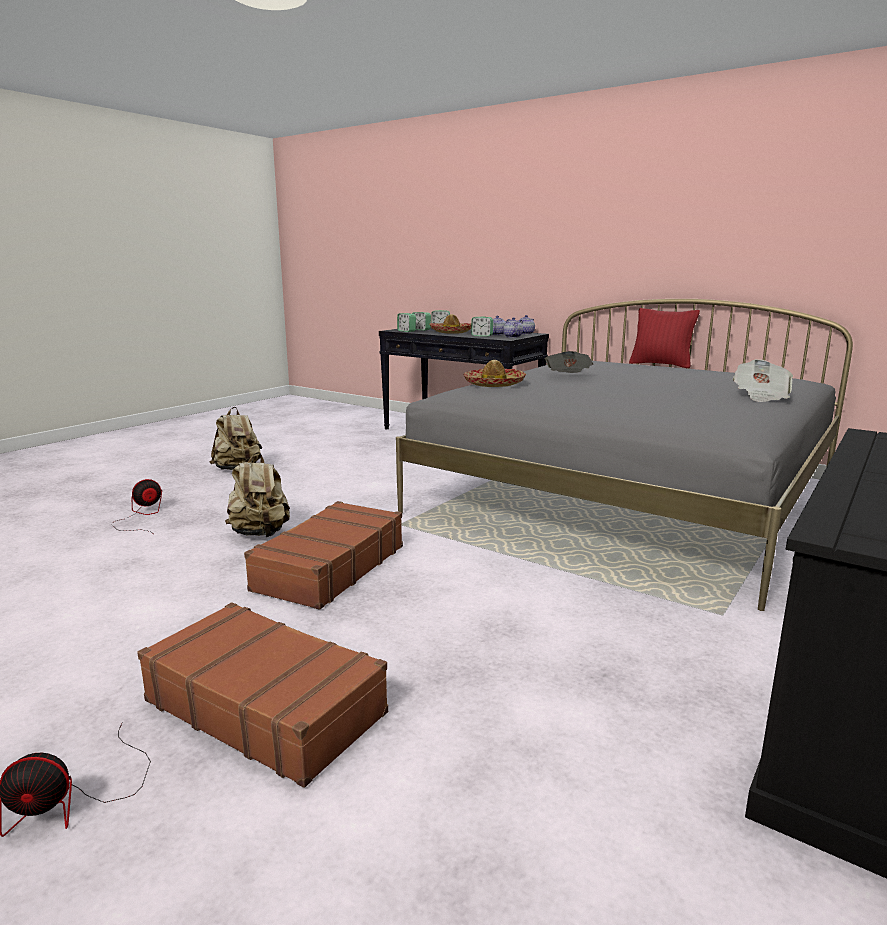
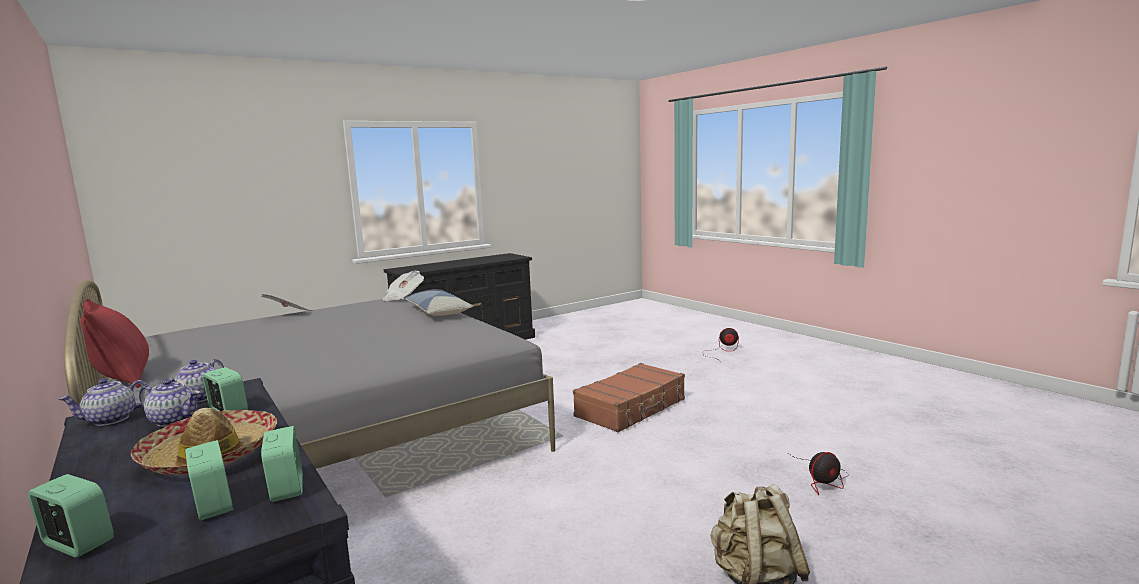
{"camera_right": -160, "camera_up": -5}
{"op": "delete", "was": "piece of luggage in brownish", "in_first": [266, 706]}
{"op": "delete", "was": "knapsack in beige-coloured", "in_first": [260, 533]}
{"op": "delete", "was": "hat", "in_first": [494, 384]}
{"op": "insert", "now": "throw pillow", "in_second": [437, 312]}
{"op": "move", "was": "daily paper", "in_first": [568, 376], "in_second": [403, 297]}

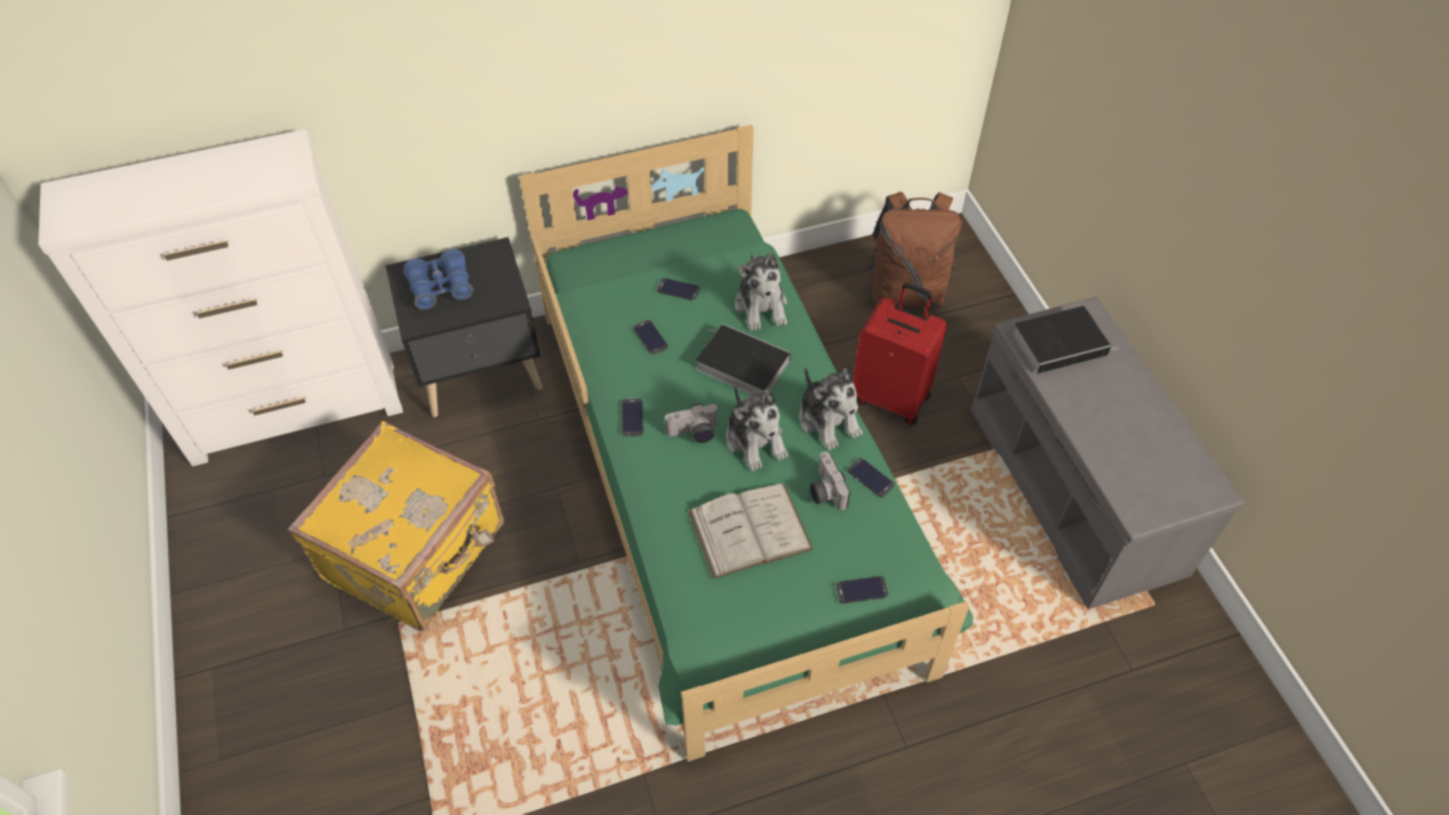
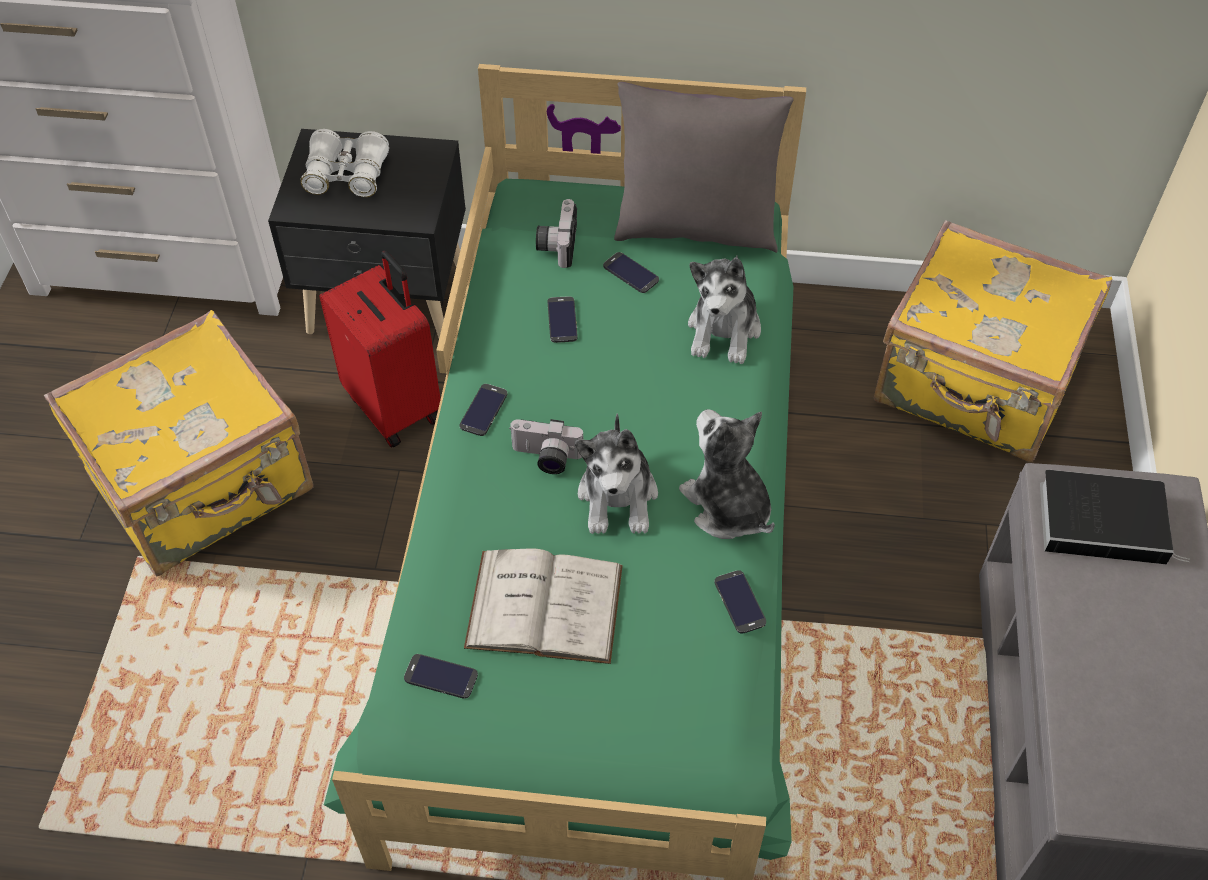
{"camera_right": 25, "camera_up": 0}
{"op": "delete", "was": "book", "in_first": [740, 364]}
{"op": "insert", "now": "throw pillow in gray", "in_second": [695, 228]}
{"op": "move", "was": "photo camera", "in_first": [824, 490], "in_second": [556, 244]}
{"op": "move", "was": "telephone", "in_first": [861, 590], "in_second": [441, 676]}
{"op": "move", "was": "piece of luggage in red-coloured", "in_first": [892, 397], "in_second": [396, 406]}
{"op": "replace", "was": "knapsack in brownish", "now": "piece of luggage in yellowish", "in_first": [906, 290], "in_second": [975, 385]}
{"op": "recolor", "was": "field glasses in blue-coloured", "now": "field glasses in whitish", "in_first": [441, 288], "in_second": [346, 175]}
{"op": "rotate", "was": "soft toy", "in_first": [828, 420], "in_second": [727, 506], "clockwise": 150}

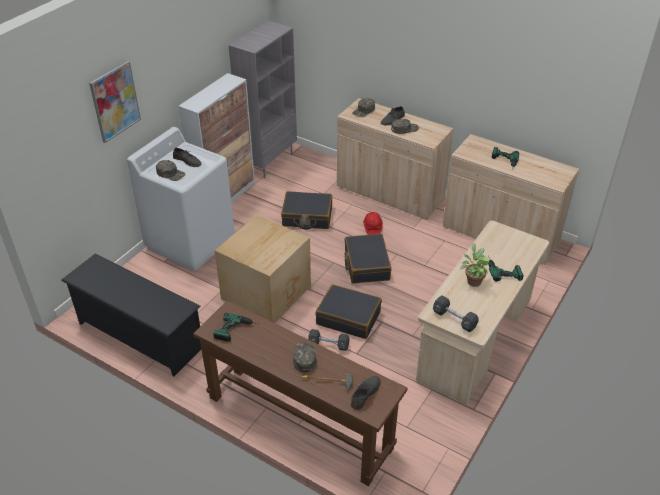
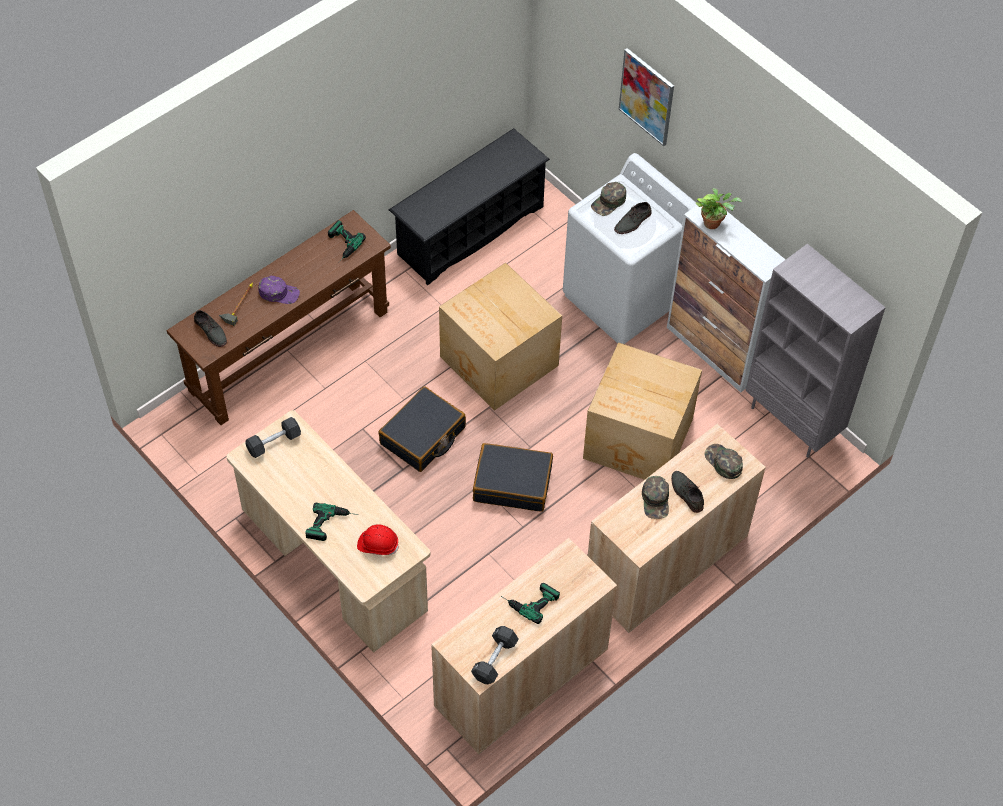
{"camera_right": 105, "camera_up": 15}
{"op": "move", "was": "dumbbell in black", "in_first": [328, 344], "in_second": [494, 659]}
{"op": "move", "was": "work helmet in red-coloured", "in_first": [372, 228], "in_second": [378, 545]}
{"op": "move", "was": "houseplant", "in_first": [472, 281], "in_second": [714, 222]}
{"op": "replace", "was": "piece of luggage in black", "now": "carton", "in_first": [307, 217], "in_second": [639, 440]}
{"op": "recolor", "was": "peaked cap in green-coloured", "now": "peaked cap in purplish", "in_first": [304, 357], "in_second": [279, 293]}

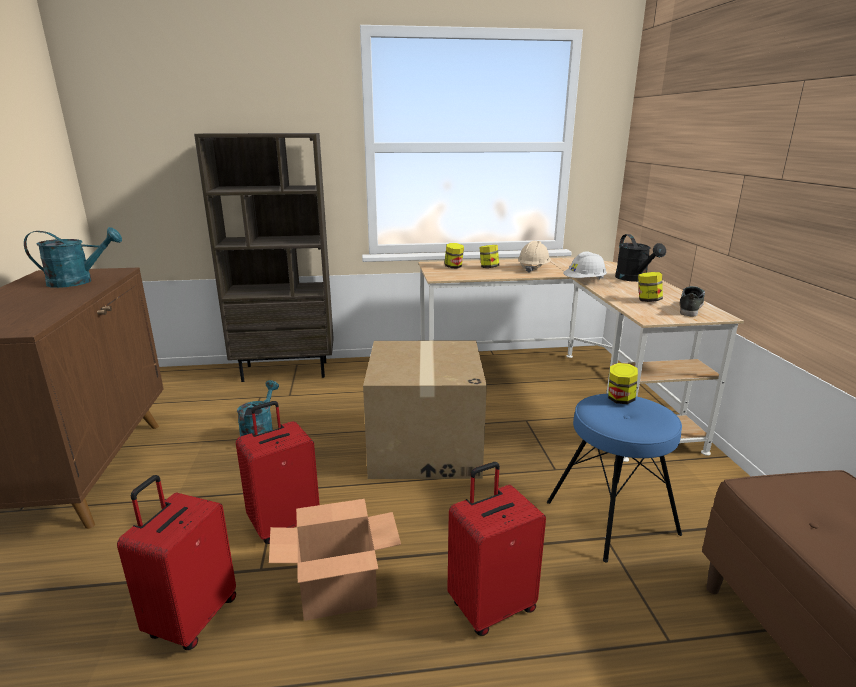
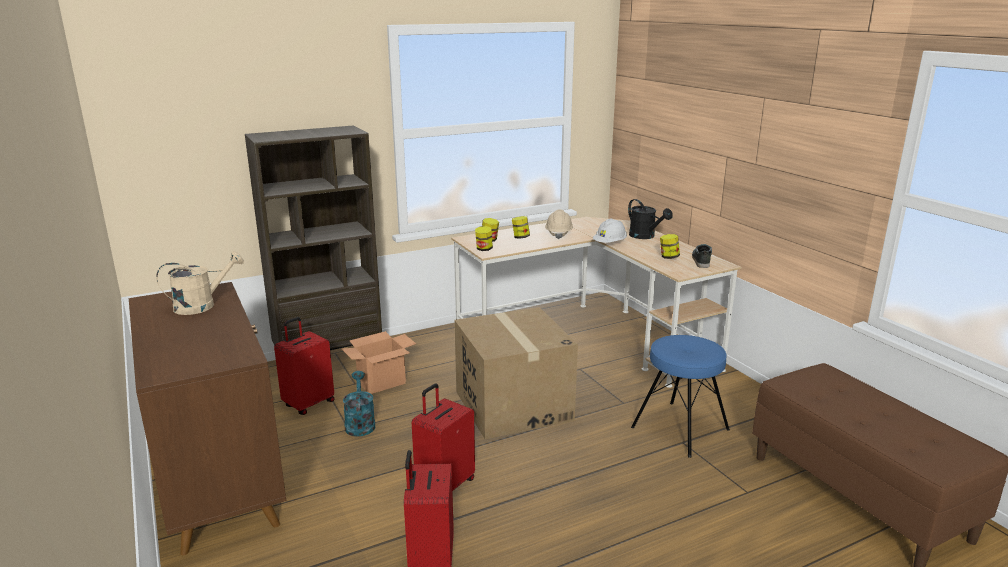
{"camera_right": -20, "camera_up": 0}
{"op": "move", "was": "carton", "in_first": [340, 593], "in_second": [382, 382]}
{"op": "move", "was": "piece of luggage in red-coloured", "in_first": [491, 606], "in_second": [308, 404]}
{"op": "move", "was": "preserve jar", "in_first": [620, 399], "in_second": [484, 249]}
{"op": "recolor", "was": "sprinkling can in turquoise-coloured", "now": "sprinkling can in beige-coloured", "in_first": [78, 282], "in_second": [202, 305]}

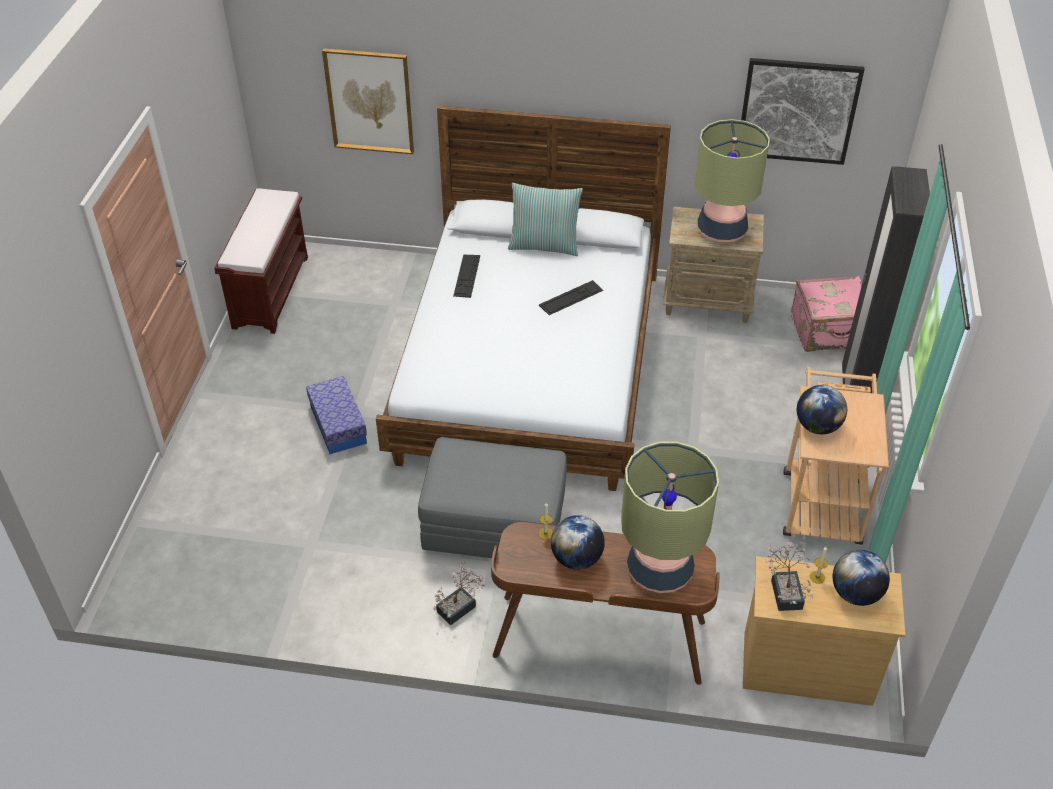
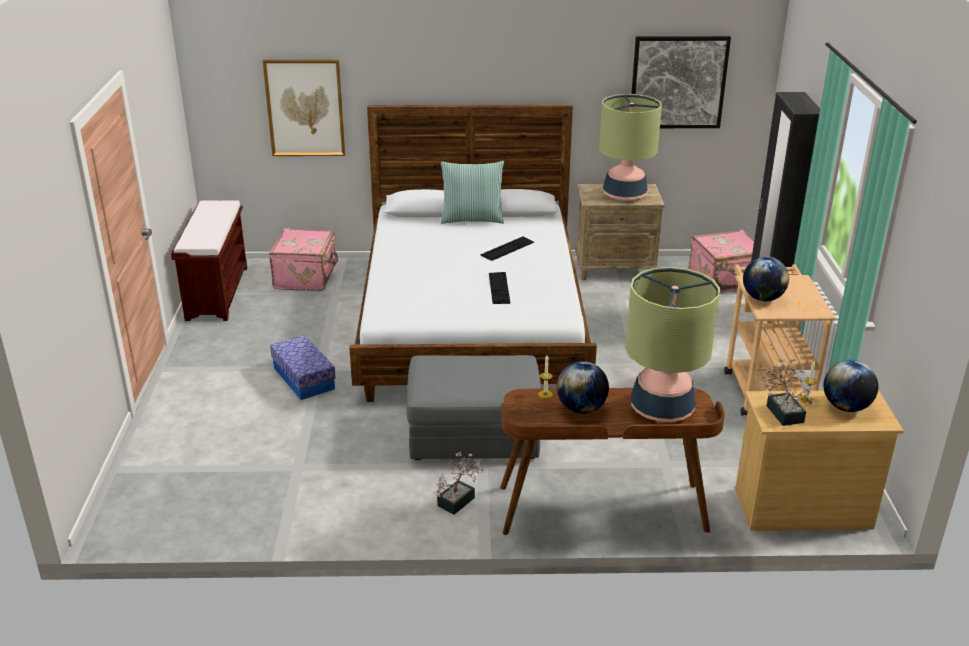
{"camera_right": -10, "camera_up": -15}
{"op": "insert", "now": "piece of luggage in pink", "in_second": [306, 277]}
{"op": "move", "was": "PC keyboard", "in_first": [467, 275], "in_second": [499, 288]}

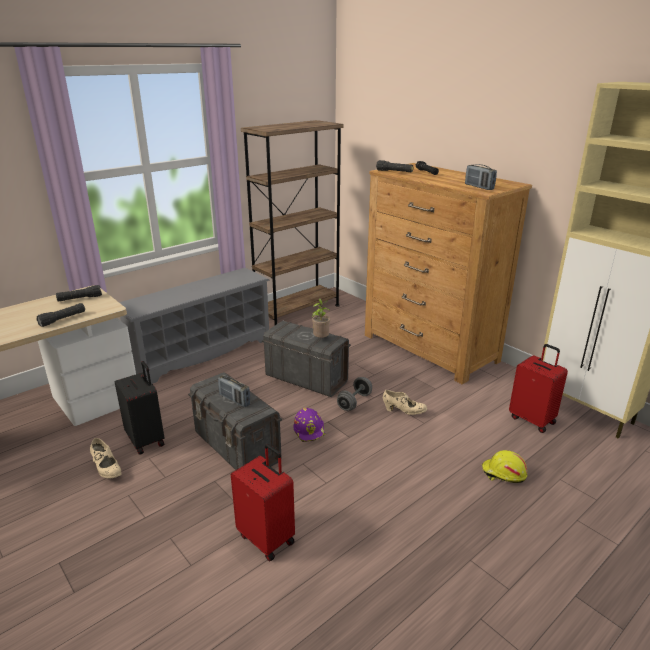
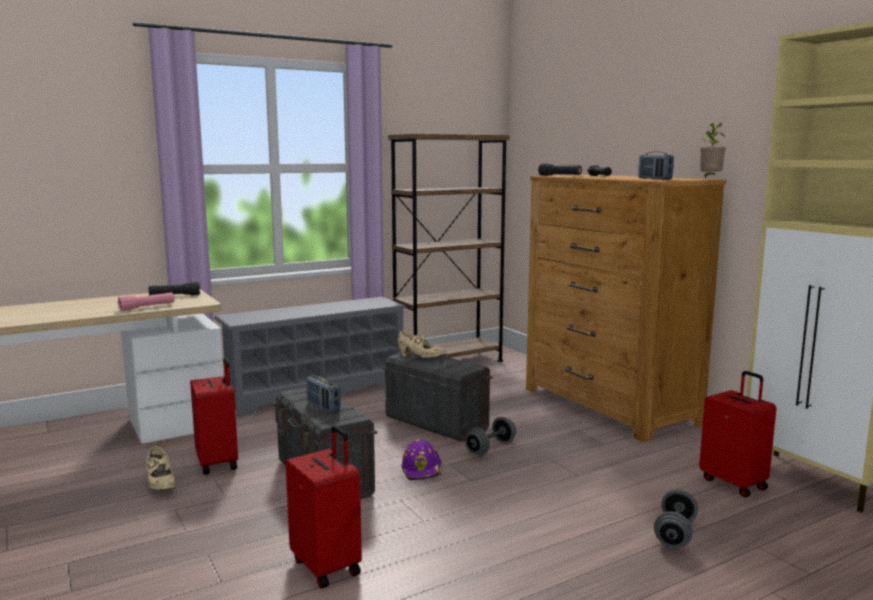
{"camera_right": 10, "camera_up": -15}
{"op": "move", "was": "houseplant", "in_first": [321, 339], "in_second": [710, 179]}
{"op": "move", "was": "low shoe in beige-coloured", "in_first": [404, 411], "in_second": [421, 358]}
{"op": "replace", "was": "work helmet in yellowish", "now": "dumbbell in gray", "in_first": [503, 473], "in_second": [675, 533]}
{"op": "recolor", "was": "torch in black", "now": "torch in pink", "in_first": [63, 319], "in_second": [147, 307]}
{"op": "recolor", "was": "piece of luggage in black", "now": "piece of luggage in red-coloured", "in_first": [146, 440], "in_second": [218, 462]}

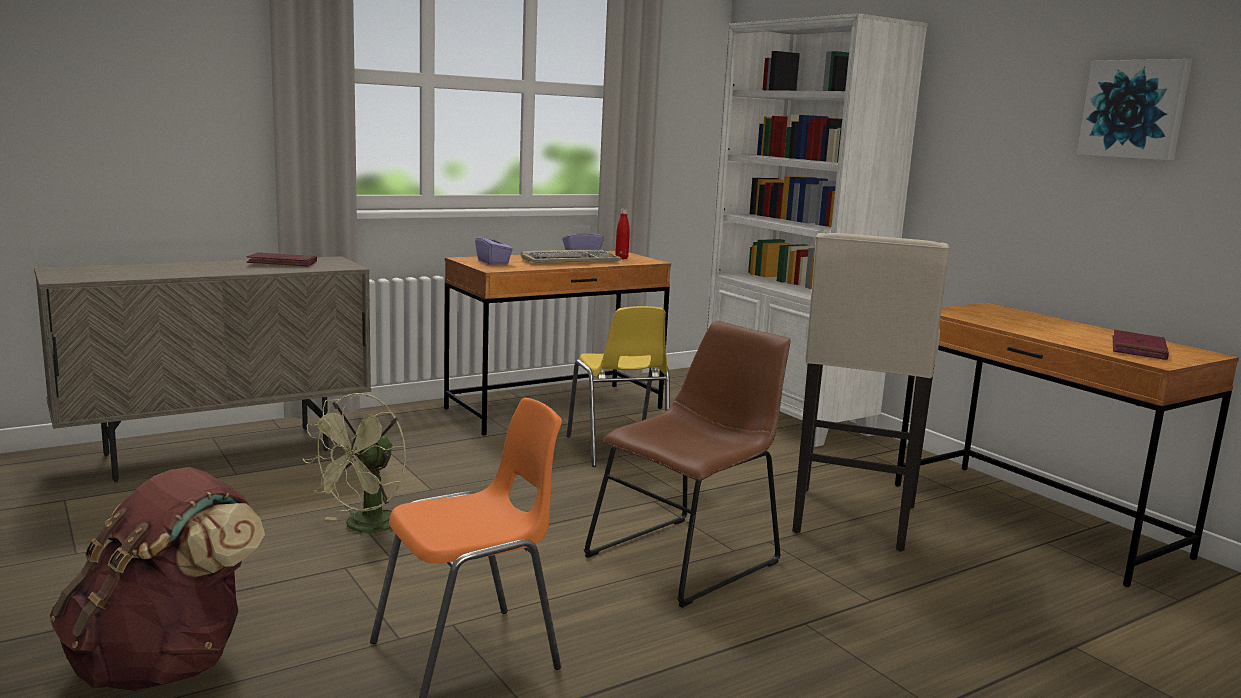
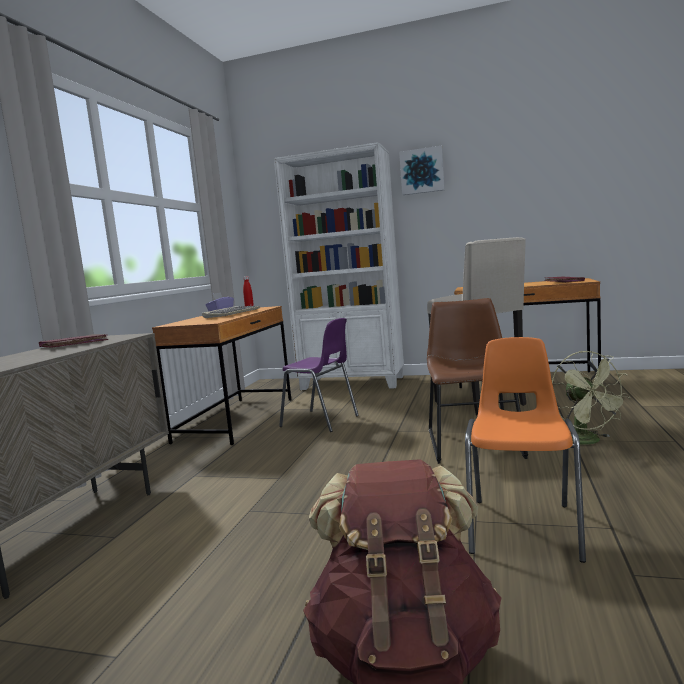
{"camera_right": -40, "camera_up": -5}
{"op": "delete", "was": "tissue holder in purplish", "in_first": [493, 262]}
{"op": "move", "was": "electric fan in green-coloured", "in_first": [365, 528], "in_second": [588, 441]}
{"op": "move", "was": "wall art", "in_first": [1135, 109], "in_second": [422, 171]}
{"op": "recolor", "was": "plain chair in yellowish", "now": "plain chair in purplish", "in_first": [618, 450], "in_second": [321, 421]}

